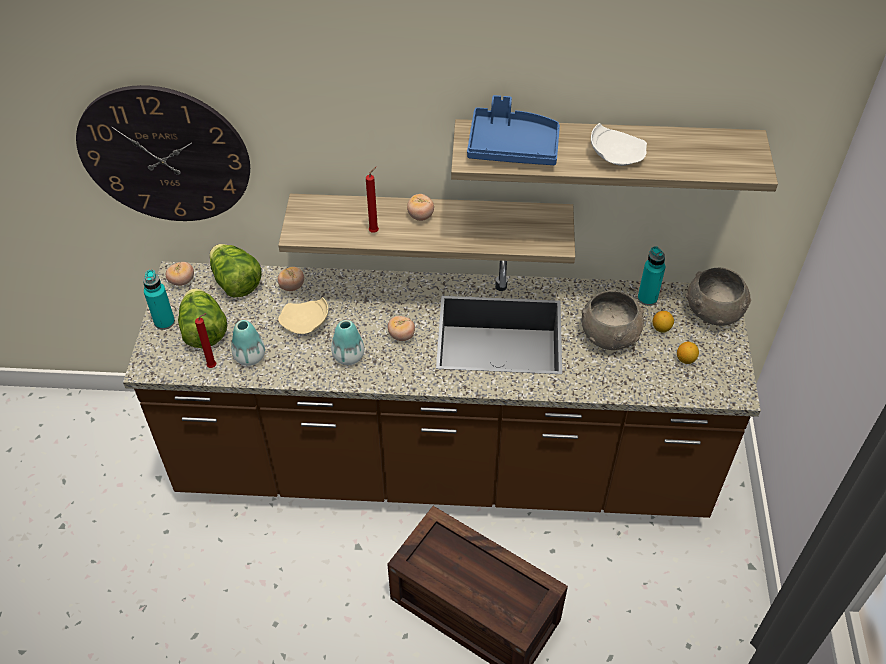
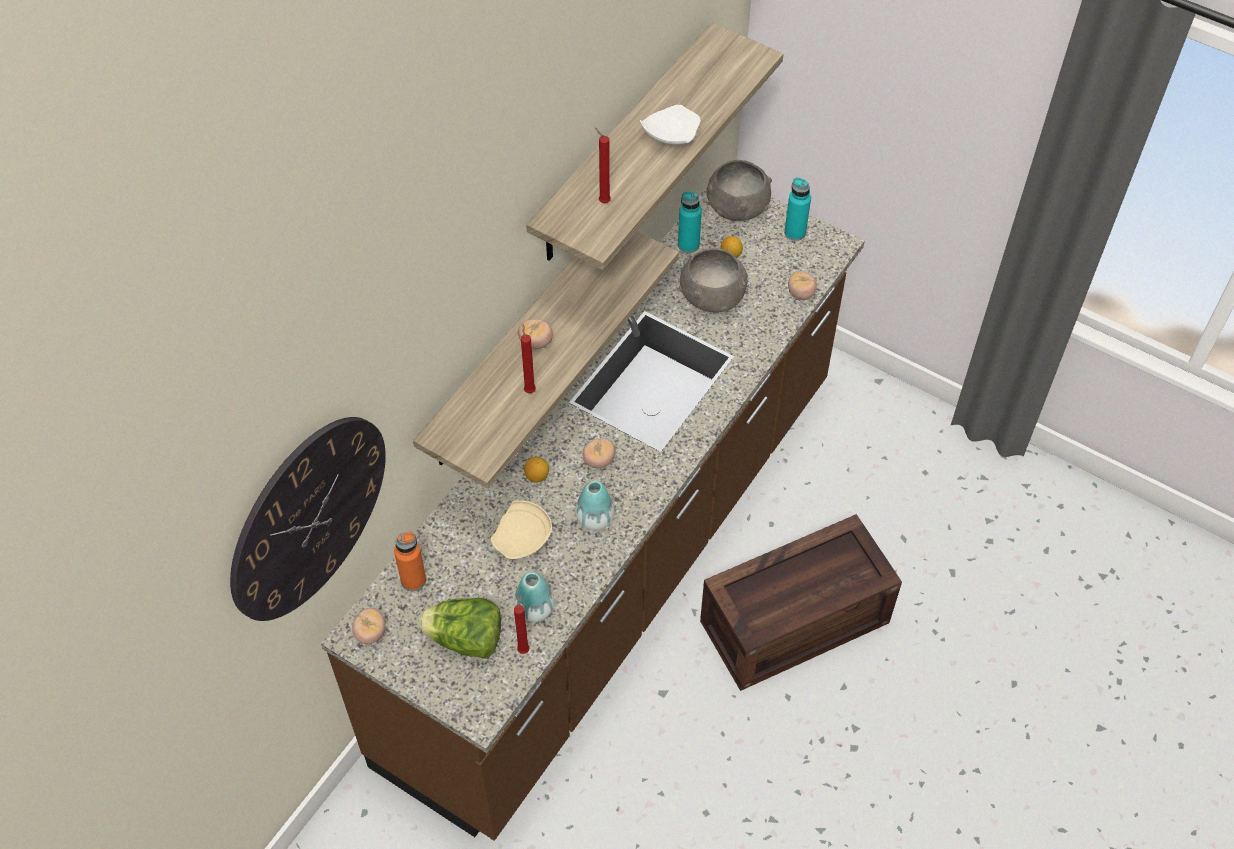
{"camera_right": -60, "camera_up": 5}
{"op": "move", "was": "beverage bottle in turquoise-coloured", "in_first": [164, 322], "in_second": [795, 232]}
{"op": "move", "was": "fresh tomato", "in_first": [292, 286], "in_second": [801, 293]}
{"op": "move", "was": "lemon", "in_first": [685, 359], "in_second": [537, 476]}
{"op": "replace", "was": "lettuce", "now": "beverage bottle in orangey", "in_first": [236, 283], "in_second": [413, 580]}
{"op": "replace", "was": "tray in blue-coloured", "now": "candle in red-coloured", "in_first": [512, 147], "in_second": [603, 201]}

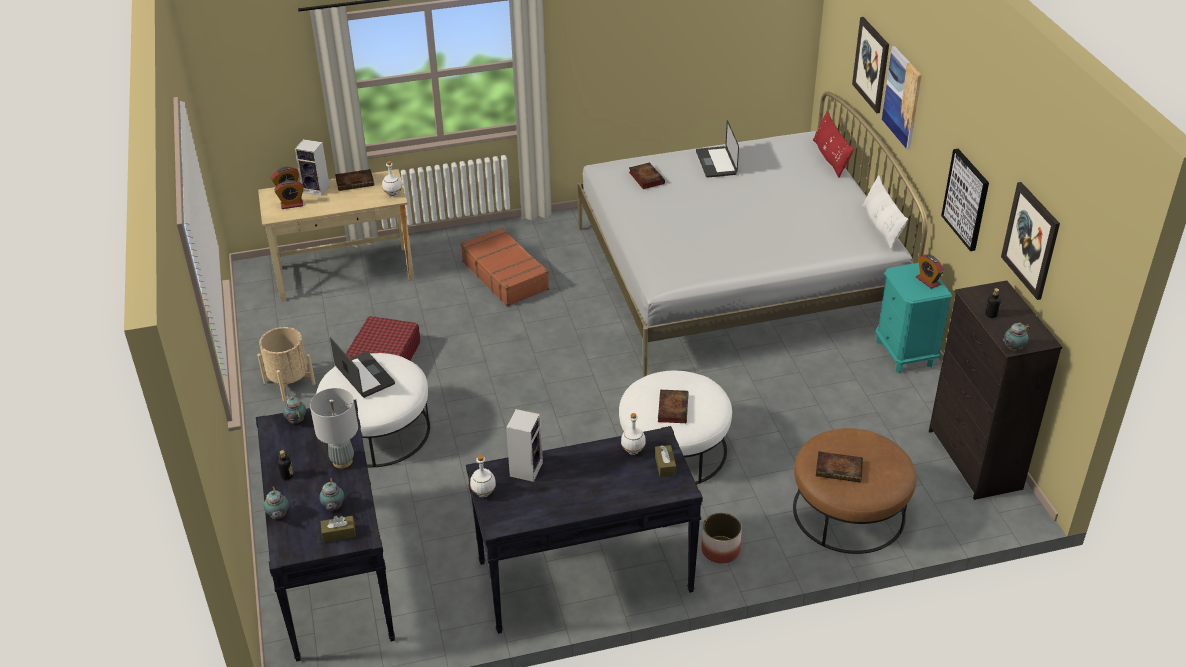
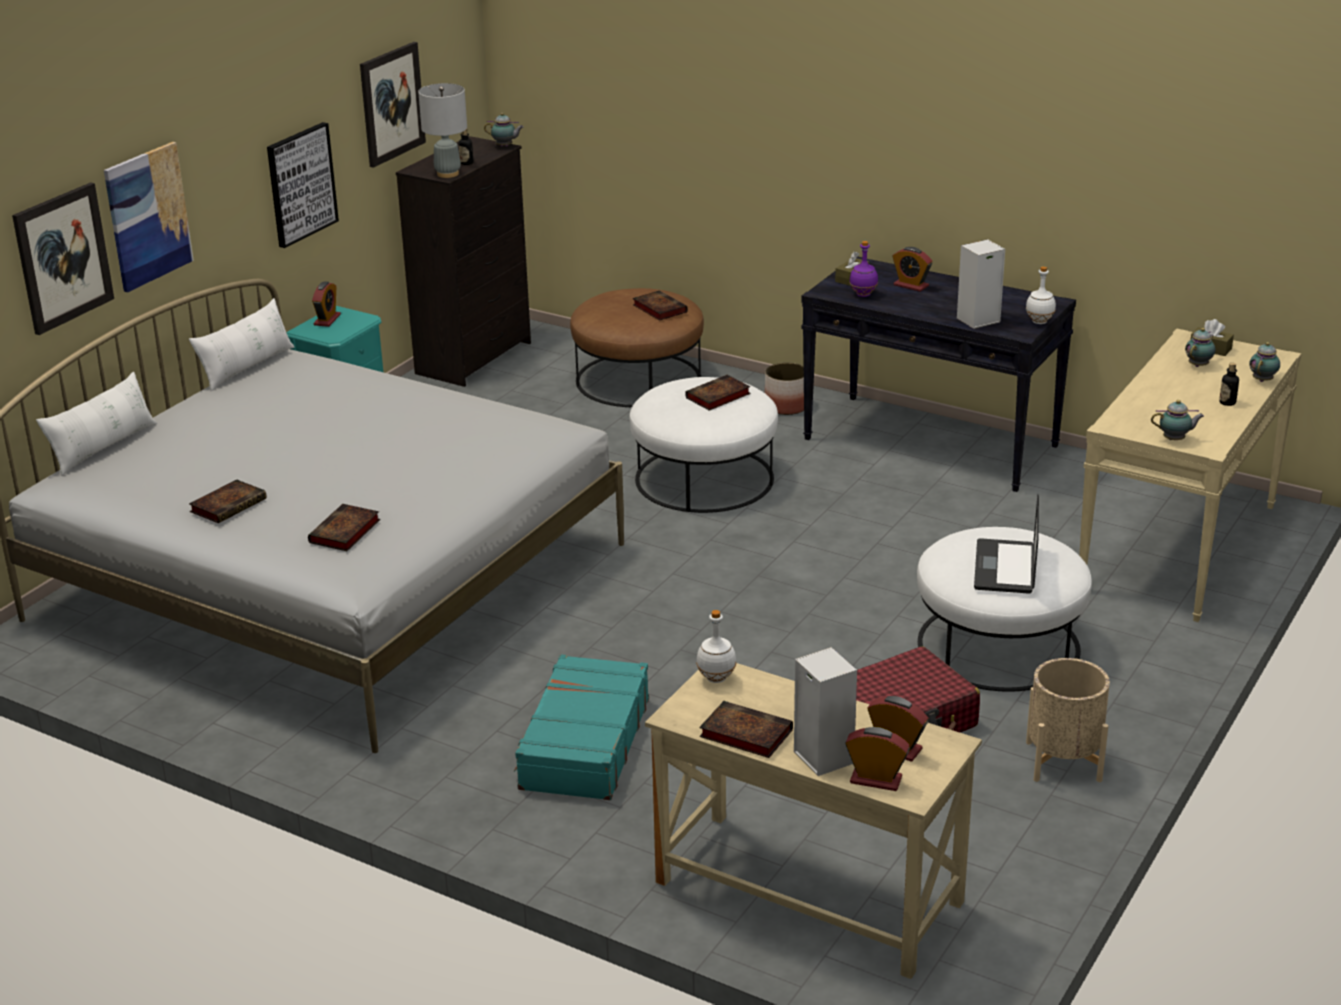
{"camera_right": -135, "camera_up": -10}
{"op": "insert", "now": "table clock", "in_second": [911, 285]}
{"op": "move", "was": "tabletop lamp in gray", "in_first": [342, 461], "in_second": [447, 174]}
{"op": "replace", "was": "portable computer", "now": "book", "in_first": [716, 163], "in_second": [229, 505]}
{"op": "recolor", "was": "console table in black", "now": "console table in beige-coloured", "in_first": [334, 573], "in_second": [1178, 547]}
{"op": "recolor", "was": "piece of luggage in brownish", "now": "piece of luggage in turquoise-coloured", "in_first": [505, 275], "in_second": [583, 744]}
{"op": "recolor", "was": "beverage bottle in whitish", "now": "beverage bottle in purplish", "in_first": [633, 451], "in_second": [863, 294]}
{"op": "recolor", "was": "throw pillow in red-coloured", "now": "throw pillow in whitish", "in_first": [830, 158], "in_second": [104, 447]}
{"op": "rotate", "was": "pot for tea", "in_first": [296, 420], "in_second": [1175, 440], "clockwise": -105}

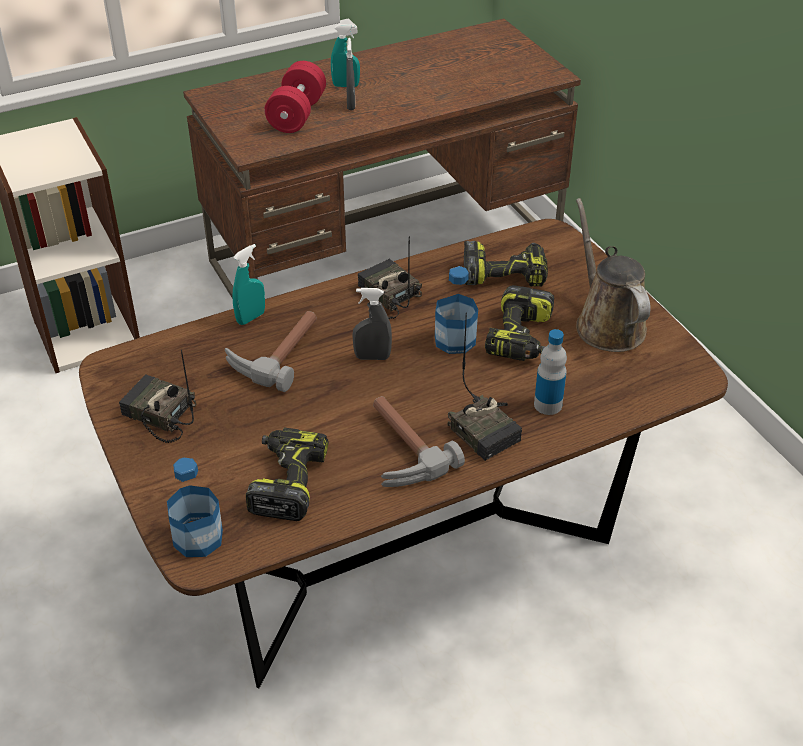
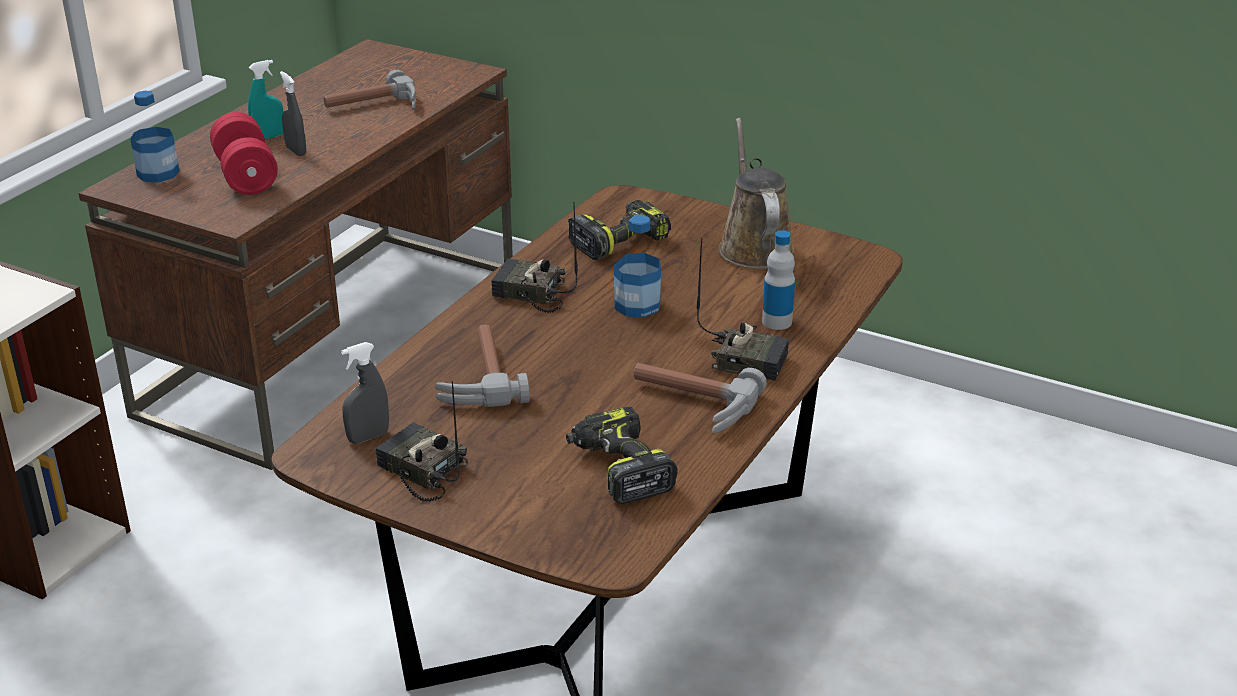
{"camera_right": -35, "camera_up": -10}
{"op": "delete", "was": "sprayer in turquoise-coloured", "in_first": [251, 317]}
{"op": "delete", "was": "power drill", "in_first": [521, 337]}
{"op": "insert", "now": "hammer", "in_second": [374, 107]}
{"op": "move", "was": "beverage bottle", "in_first": [198, 538], "in_second": [158, 173]}
{"op": "move", "was": "sprayer in gray", "in_first": [372, 357], "in_second": [368, 437]}
{"op": "rotate", "was": "radio", "in_first": [158, 415], "in_second": [421, 471], "clockwise": 45}
{"op": "rotate", "was": "sprinkling can in brownish", "in_first": [607, 323], "in_second": [753, 246], "clockwise": 45}

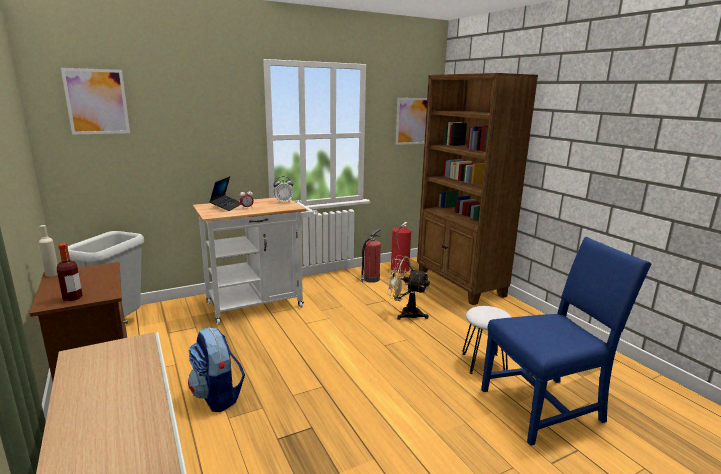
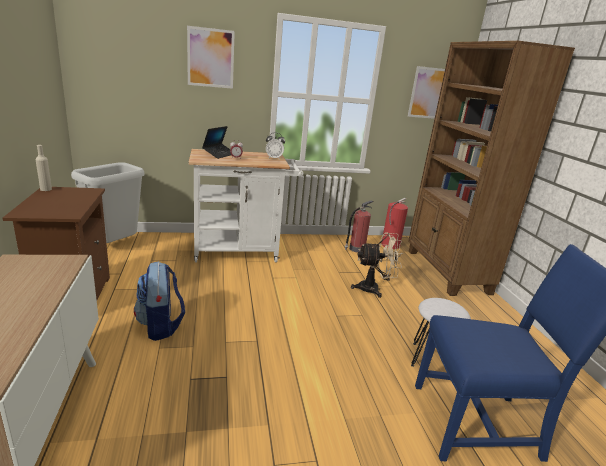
{"camera_right": 15, "camera_up": 5}
{"op": "delete", "was": "beverage bottle", "in_first": [72, 298]}
{"op": "move", "was": "wall art", "in_first": [97, 101], "in_second": [210, 58]}
{"op": "rotate", "was": "electric fan in beige-coloured", "in_first": [405, 313], "in_second": [374, 289], "clockwise": 135}

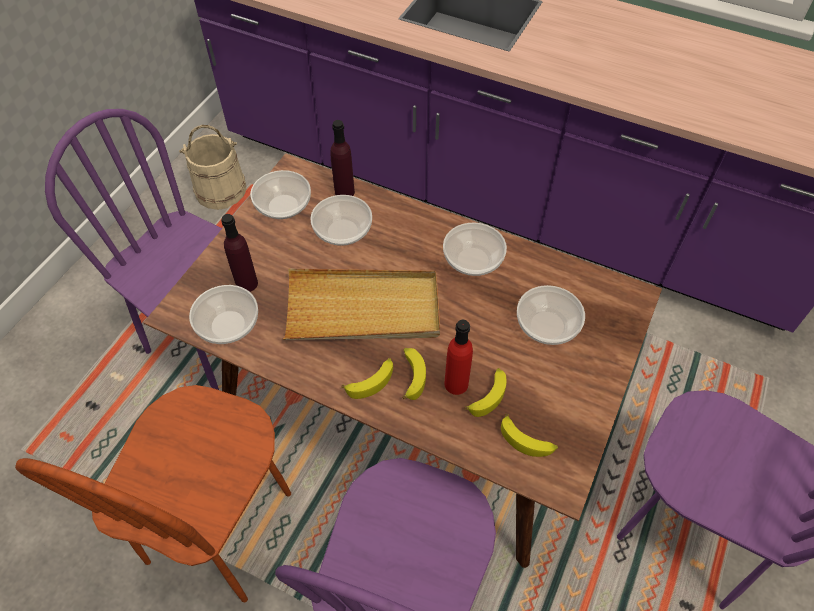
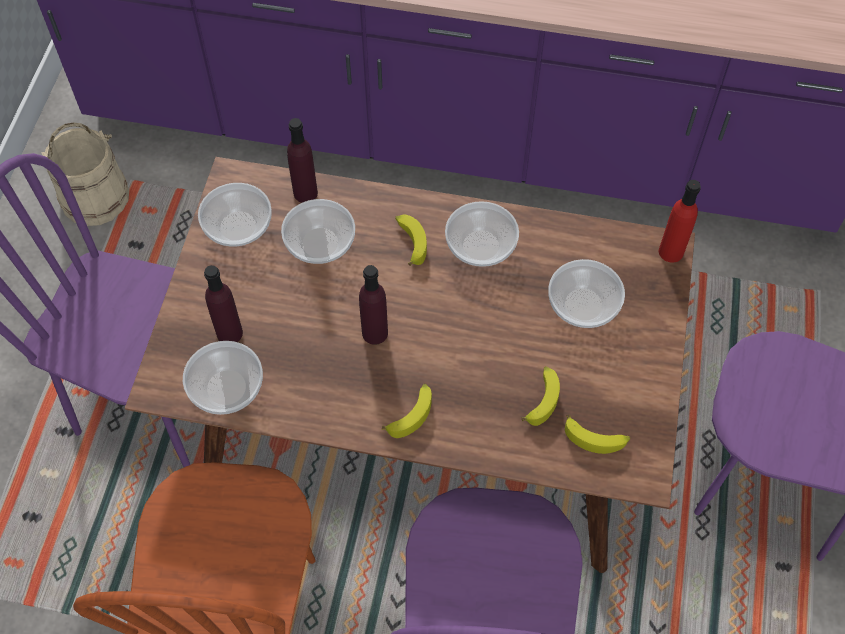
{"camera_right": -15, "camera_up": 5}
{"op": "move", "was": "banana", "in_first": [411, 375], "in_second": [410, 242]}
{"op": "move", "was": "beverage bottle in red-coloured", "in_first": [456, 384], "in_second": [671, 252]}
{"op": "replace", "was": "tray in beige-coloured", "now": "beverage bottle in purplish", "in_first": [363, 309], "in_second": [375, 333]}

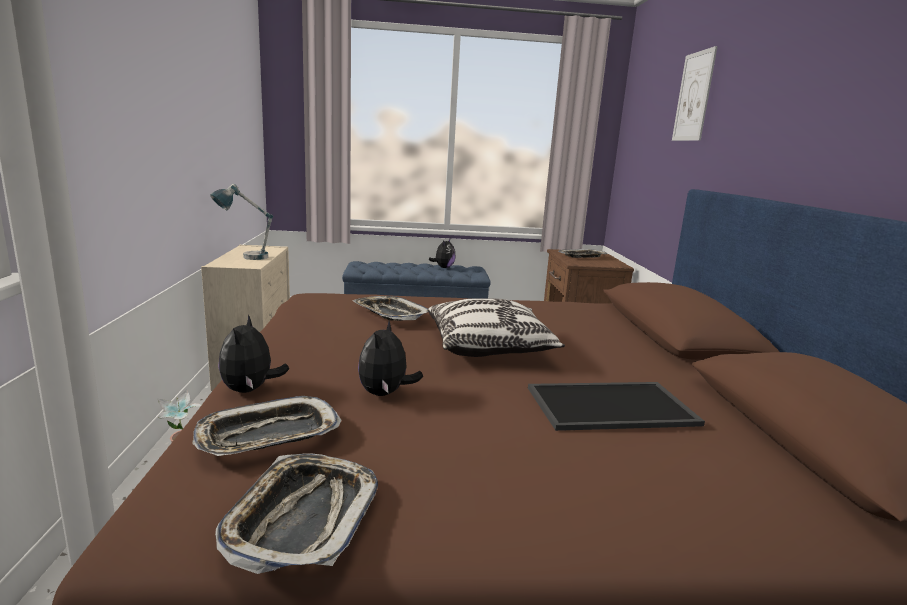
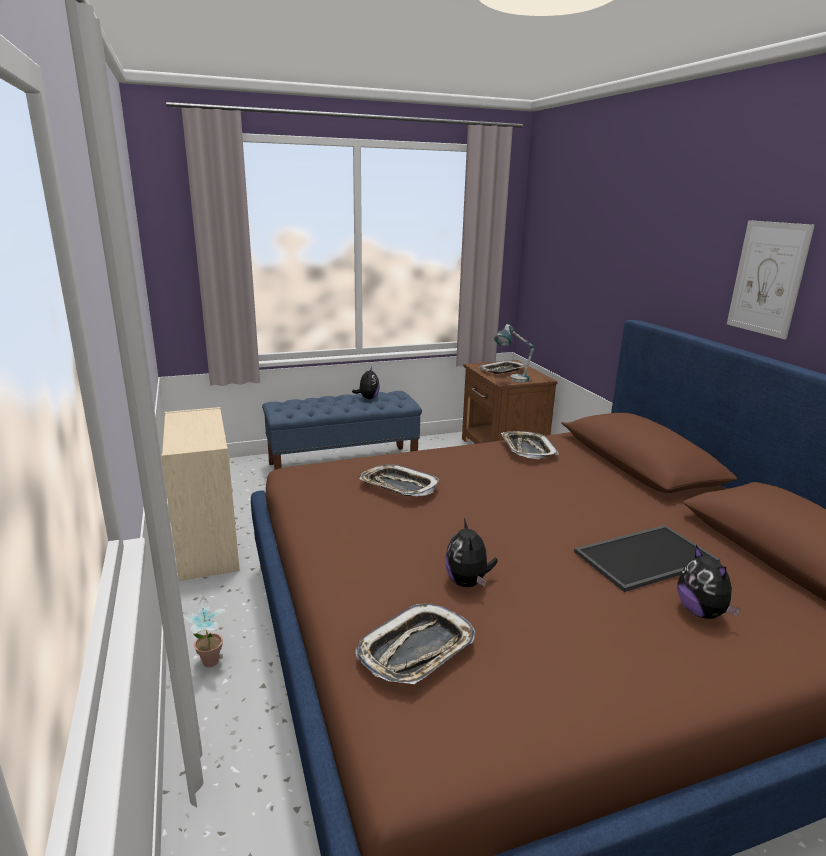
{"camera_right": -15, "camera_up": 5}
{"op": "delete", "was": "throw pillow", "in_first": [489, 347]}
{"op": "move", "was": "tabletop lamp", "in_first": [244, 257], "in_second": [512, 380]}
{"op": "move", "was": "tray", "in_first": [303, 517], "in_second": [527, 449]}
{"op": "move", "was": "soft toy", "in_first": [250, 390], "in_second": [701, 612]}
{"op": "move", "was": "wall art", "in_first": [693, 96], "in_second": [767, 278]}

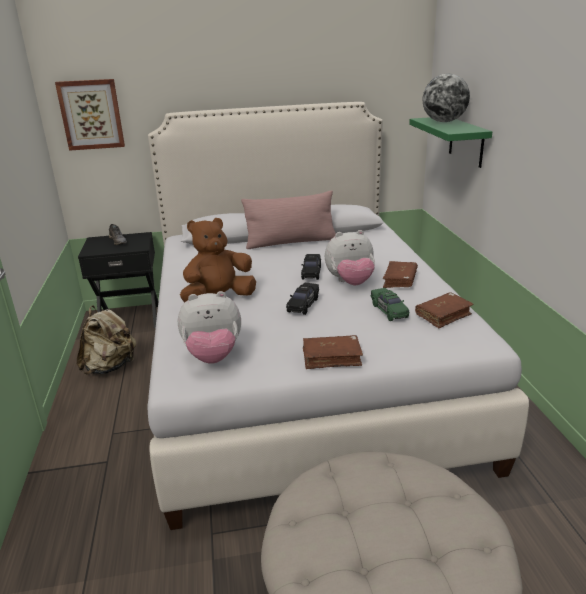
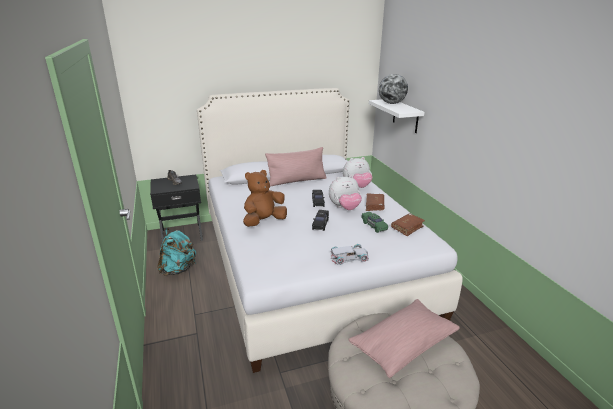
{"camera_right": -10, "camera_up": 0}
{"op": "delete", "was": "wall art", "in_first": [91, 114]}
{"op": "insert", "now": "throw pillow in pink", "in_second": [403, 345]}
{"op": "move", "was": "soft toy", "in_first": [213, 356], "in_second": [357, 186]}
{"op": "replace", "was": "book in brownish", "now": "toy car in whitish", "in_first": [331, 358], "in_second": [349, 258]}
{"op": "recolor", "was": "knapsack in beige-coloured", "now": "knapsack in turquoise-coloured", "in_first": [110, 367], "in_second": [178, 269]}
{"op": "recolor", "was": "bracket shelf in green-coloured", "now": "bracket shelf in whitish", "in_first": [466, 141], "in_second": [405, 116]}

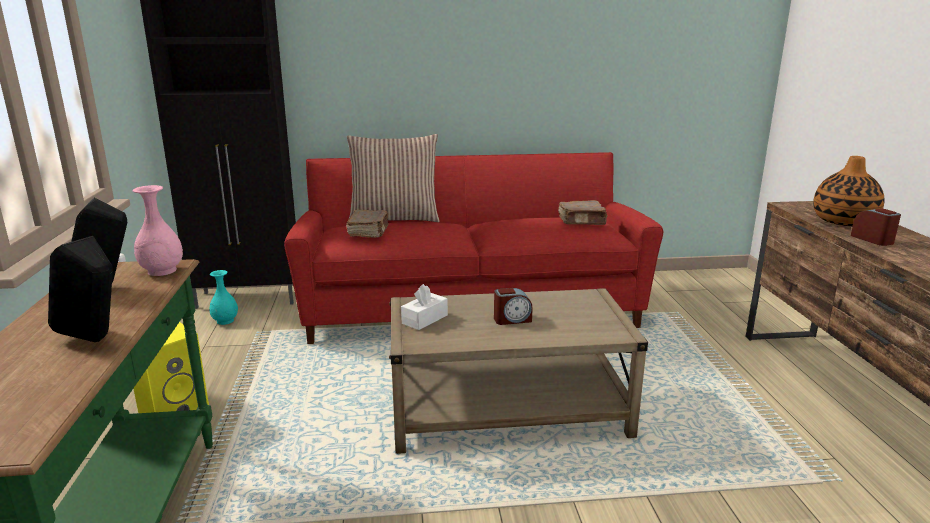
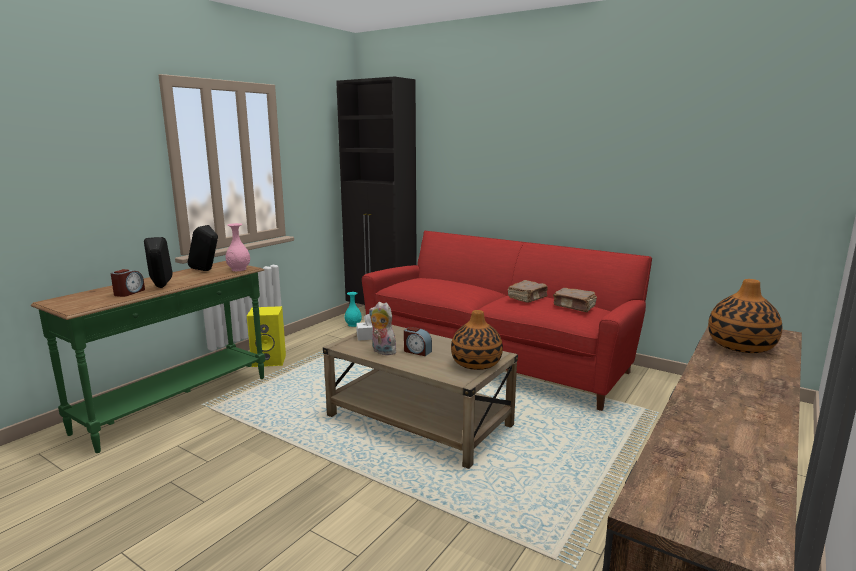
{"camera_right": 40, "camera_up": -5}
{"op": "delete", "was": "throw pillow", "in_first": [394, 219]}
{"op": "insert", "now": "soft toy", "in_second": [382, 351]}
{"op": "insert", "now": "decorative vase", "in_second": [476, 363]}
{"op": "move", "was": "book in brownish", "in_first": [369, 232], "in_second": [528, 298]}
{"op": "move", "was": "table clock", "in_first": [873, 239], "in_second": [129, 293]}

